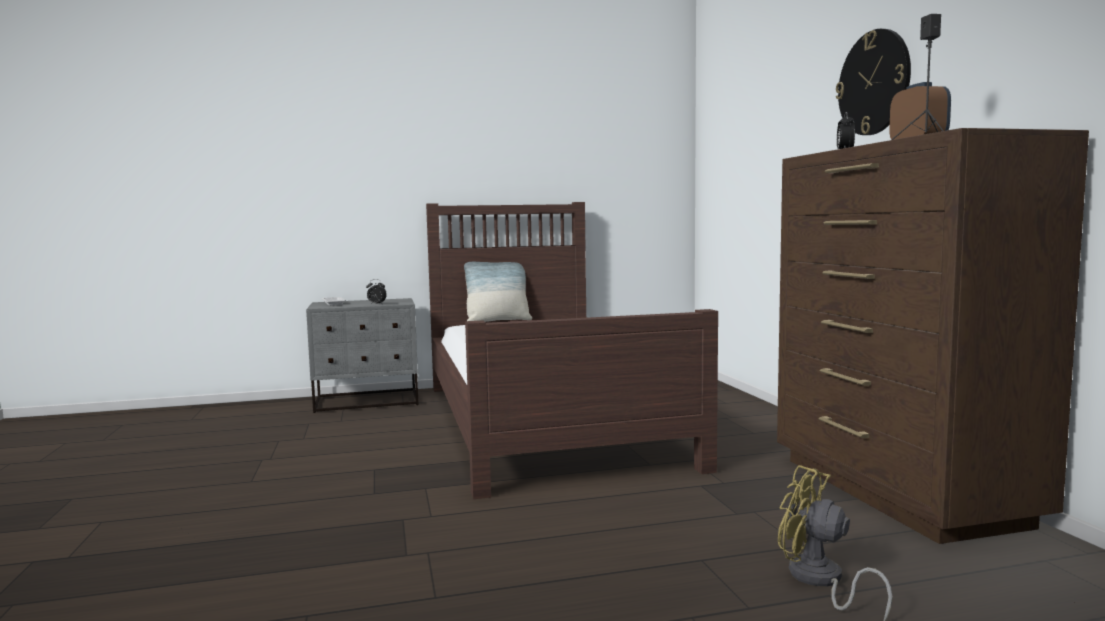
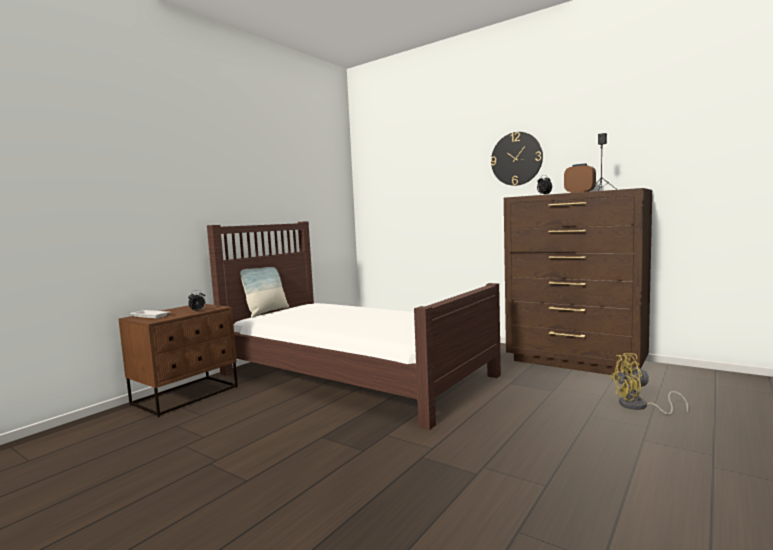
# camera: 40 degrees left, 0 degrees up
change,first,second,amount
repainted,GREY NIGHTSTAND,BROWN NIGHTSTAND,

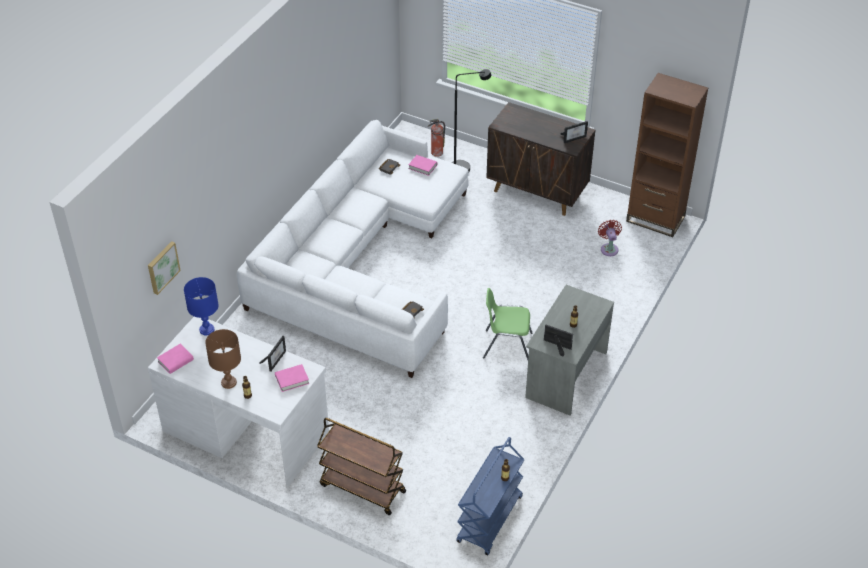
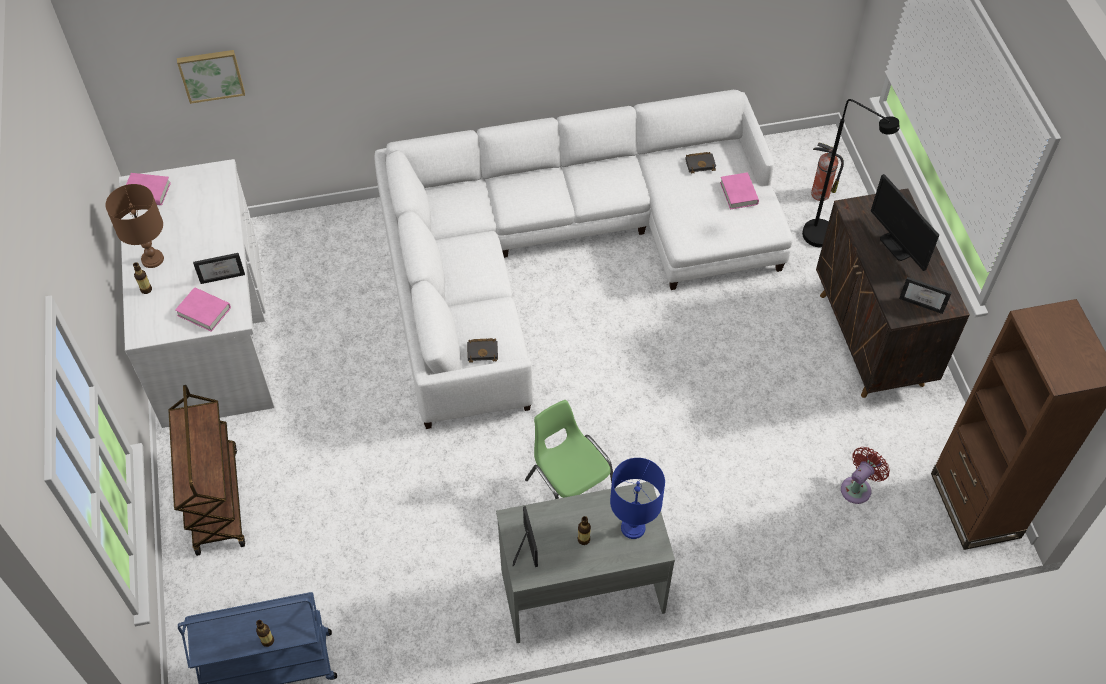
# camera: 50 degrees right, 10 degrees up
change,first,second,amount
shifted,BLUE-COLOURED TABLE LAMP,,
new,,MONITOR,

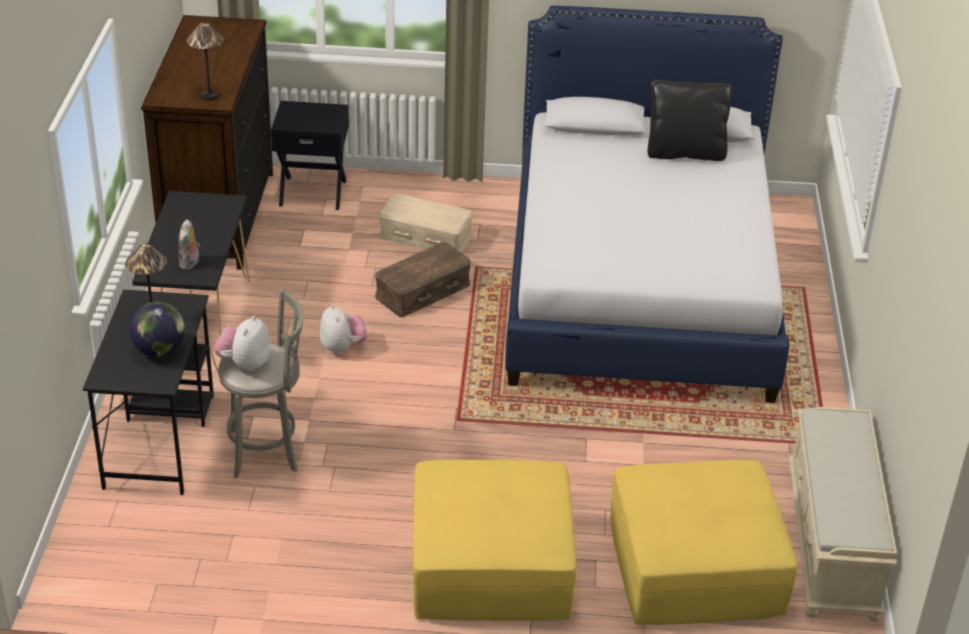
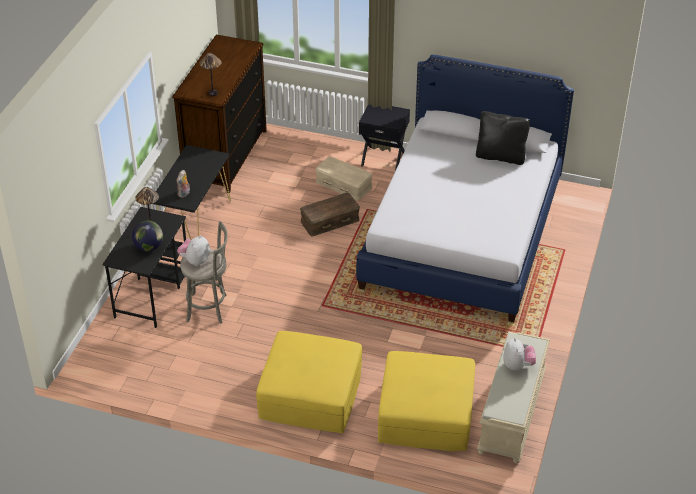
# camera: 15 degrees right, 5 degrees up
change,first,second,amount
shifted,BLACK-COLOURED NIGHTSTAND,,
shifted,CUDDLY TOY (no. 3 from left),,

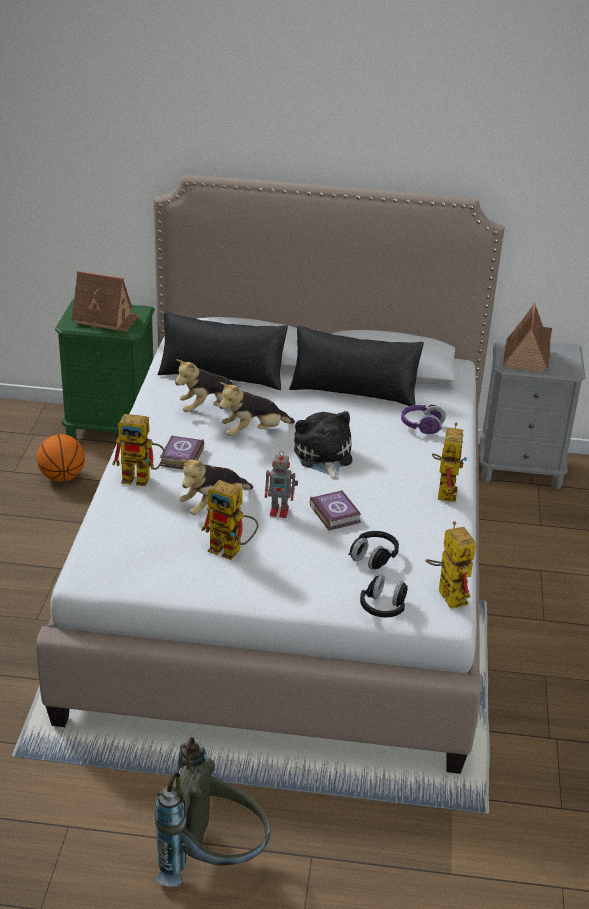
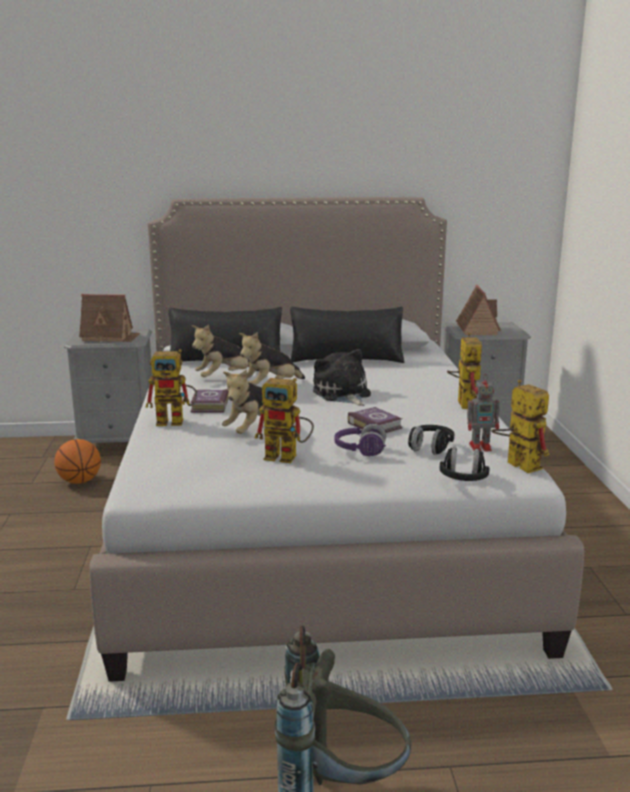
# camera: 10 degrees left, 15 degrees down
change,first,second,amount
repainted,GREEN-COLOURED NIGHTSTAND,GREY NIGHTSTAND (no. 1 from left),
shifted,ROBOT FIGURE (no. 3 from left in the first image),ROBOT FIGURE (no. 4 from left),
shifted,PURPLE HEADSET,,

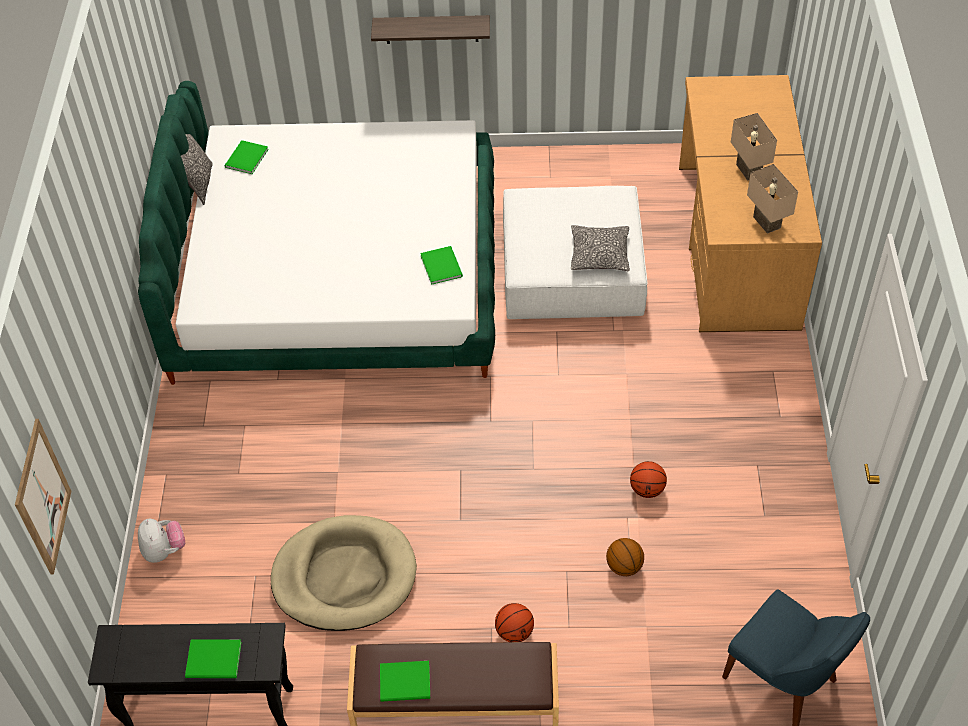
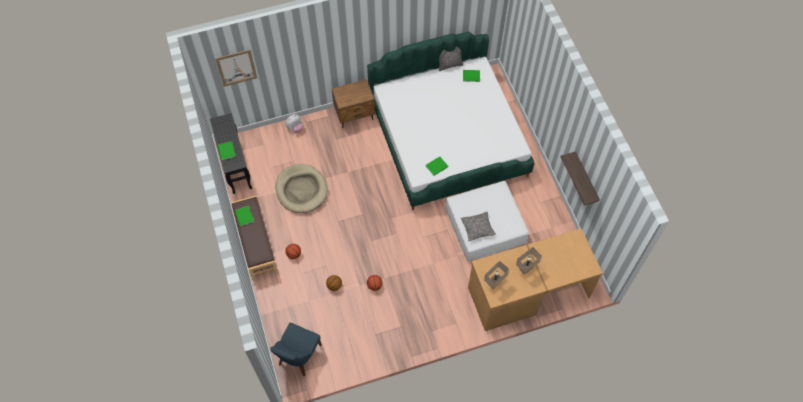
# camera: 70 degrees right, 10 degrees up
change,first,second,amount
shifted,BRACKET SHELF,,
new,,BROWN NIGHTSTAND,

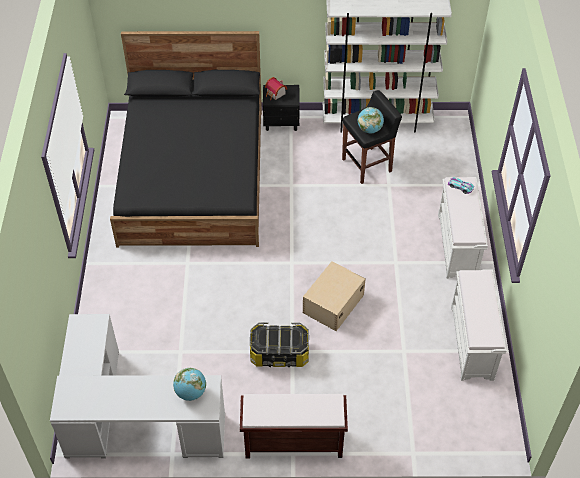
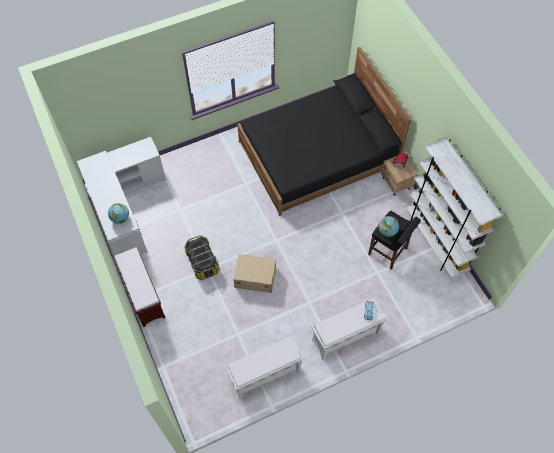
# camera: 65 degrees right, 10 degrees up
change,first,second,amount
repainted,BLACK-COLOURED NIGHTSTAND,BEIGE-COLOURED NIGHTSTAND,

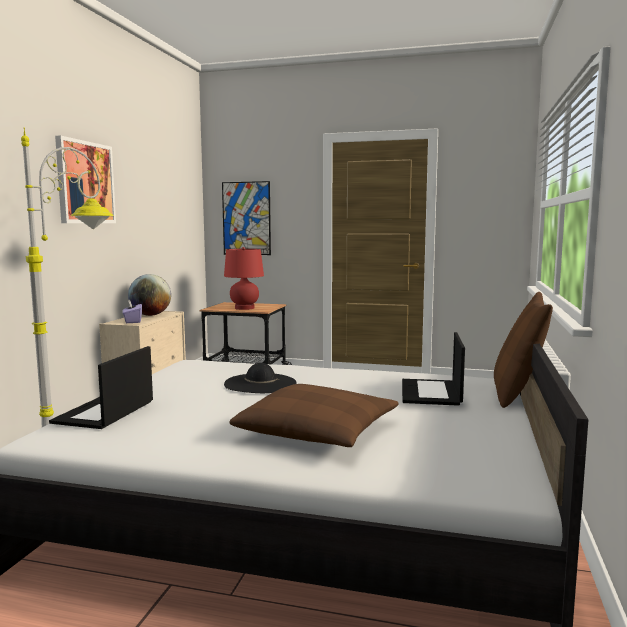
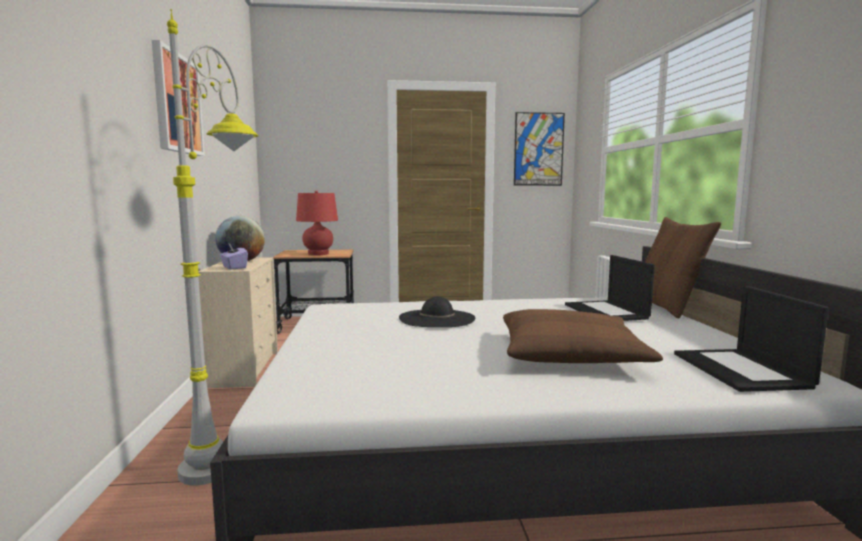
# camera: 20 degrees left, 0 degrees up
change,first,second,amount
shifted,PORTABLE COMPUTER (no. 1 from left in the first image),PORTABLE COMPUTER (no. 2 from left),
shifted,PICTURE (no. 2 from left),,

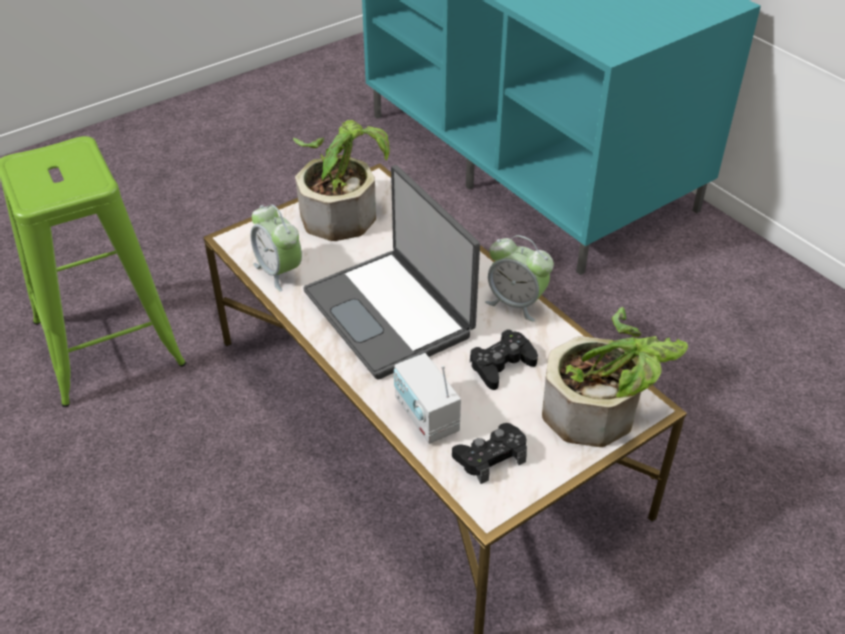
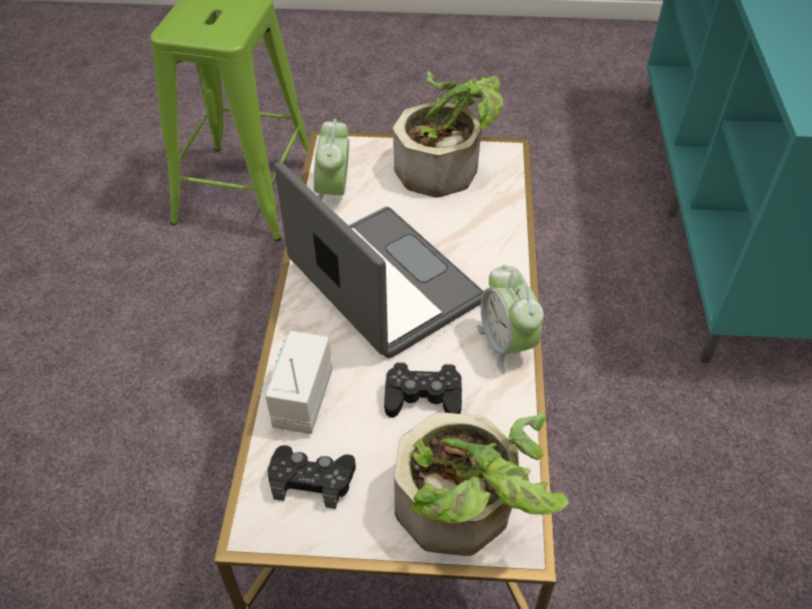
# camera: 40 degrees right, 5 degrees up
change,first,second,amount
rotated,PORTABLE COMPUTER,,135 degrees clockwise

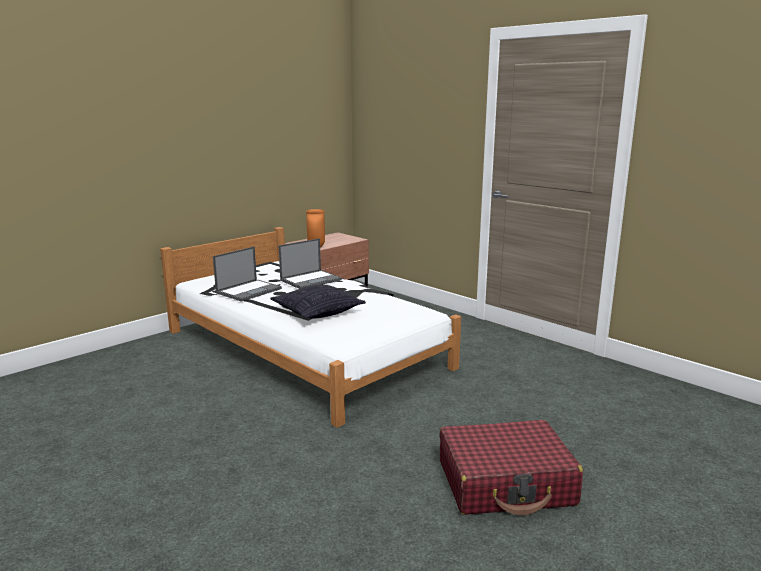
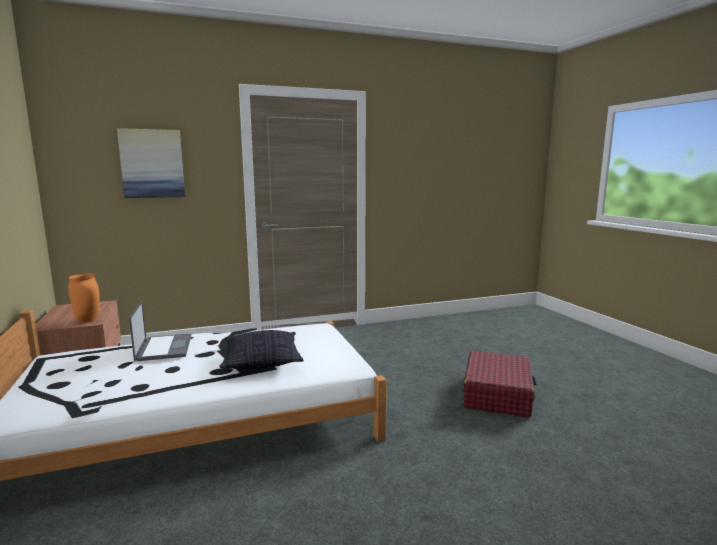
# camera: 65 degrees left, 5 degrees down
change,first,second,amount
gone,PORTABLE COMPUTER (no. 1 from left),,
new,,PICTURE,

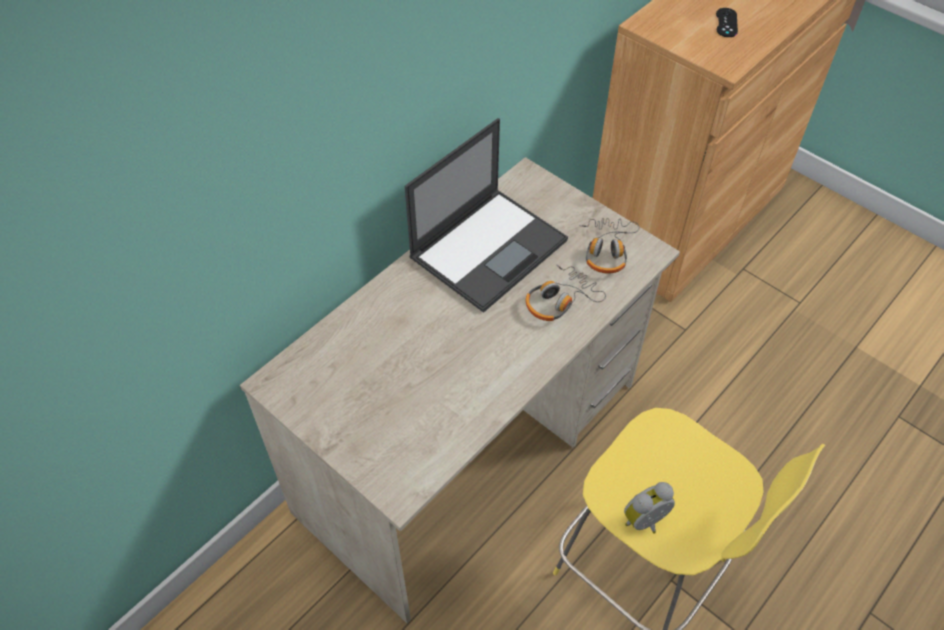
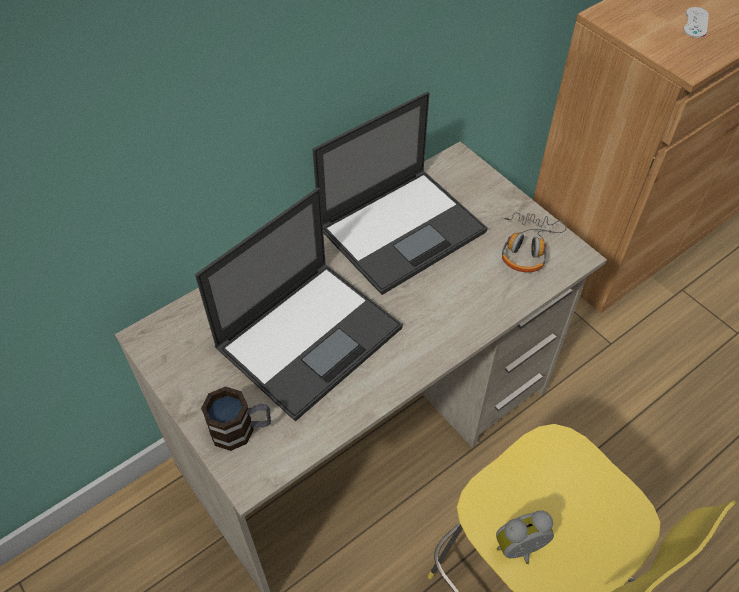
# camera: 10 degrees right, 0 degrees up
change,first,second,amount
gone,HEADSET (no. 1 from left),,
repainted,BLACK-COLOURED GAMEPAD,WHITE GAMEPAD,
new,,PORTABLE COMPUTER (no. 1 from left),
new,,COFFEE MUG,

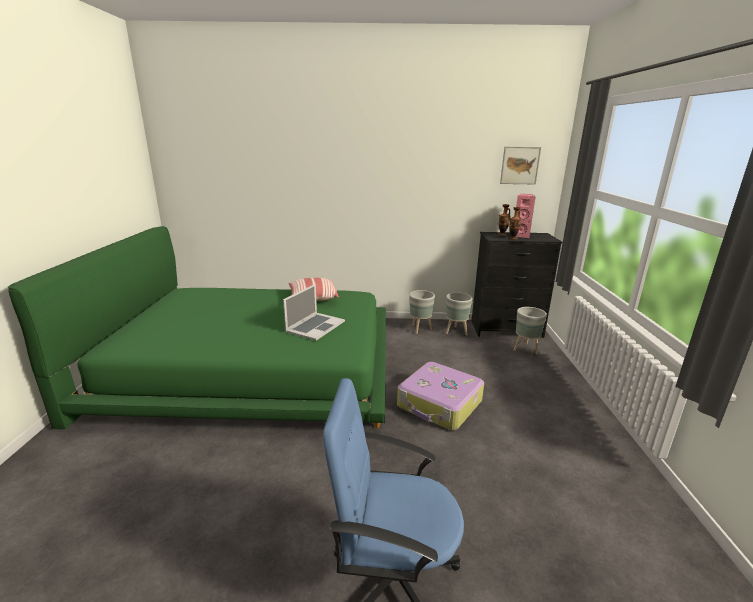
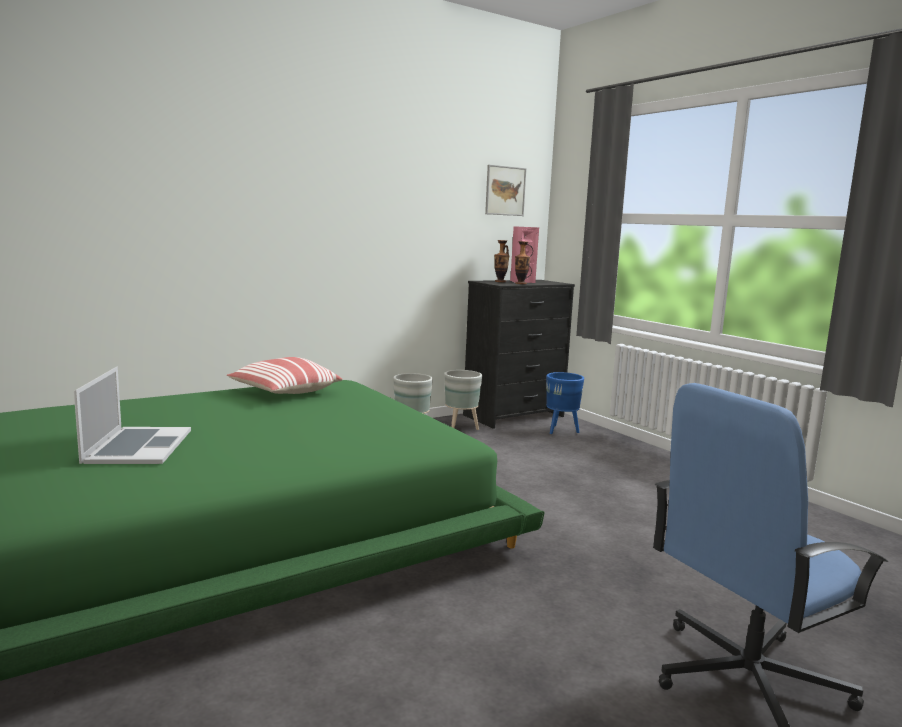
# camera: 35 degrees left, 10 degrees down
change,first,second,amount
shifted,PORTABLE COMPUTER,,
gone,SUITCASE,,
repainted,GREY PLANTER (no. 3 from left),BLUE-COLOURED PLANTER,

